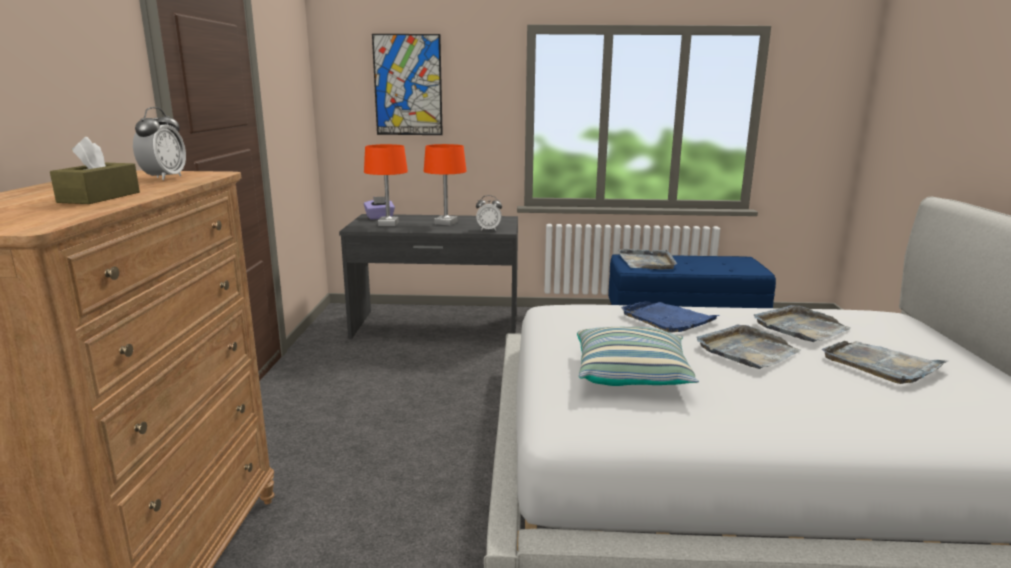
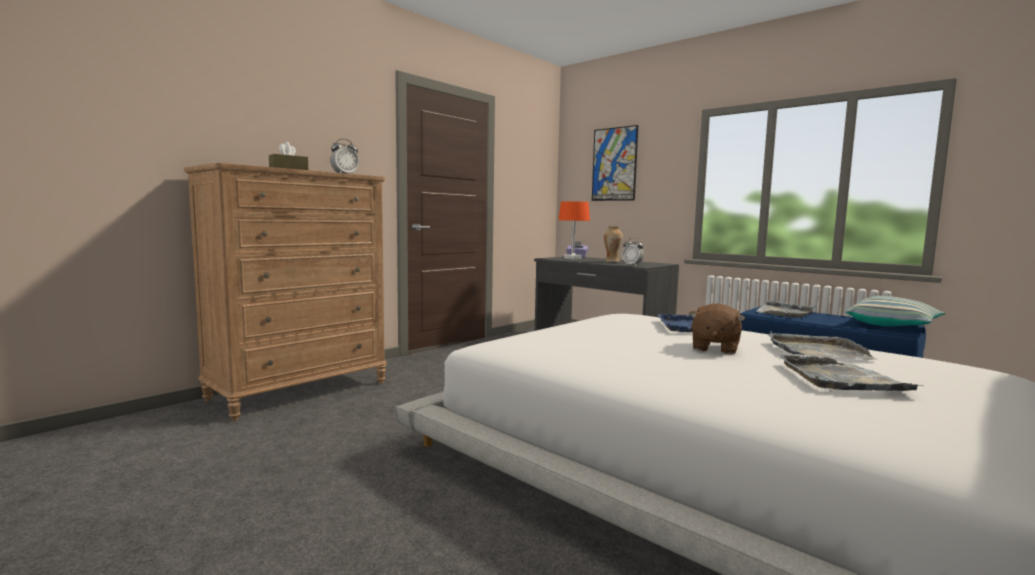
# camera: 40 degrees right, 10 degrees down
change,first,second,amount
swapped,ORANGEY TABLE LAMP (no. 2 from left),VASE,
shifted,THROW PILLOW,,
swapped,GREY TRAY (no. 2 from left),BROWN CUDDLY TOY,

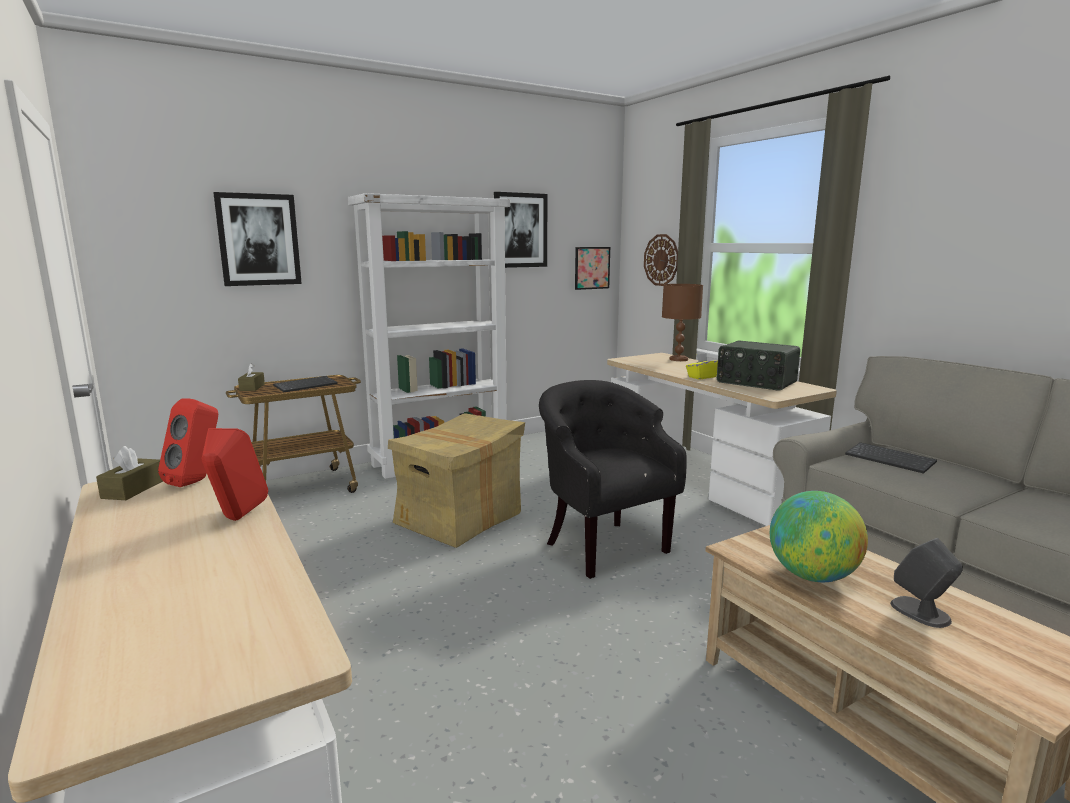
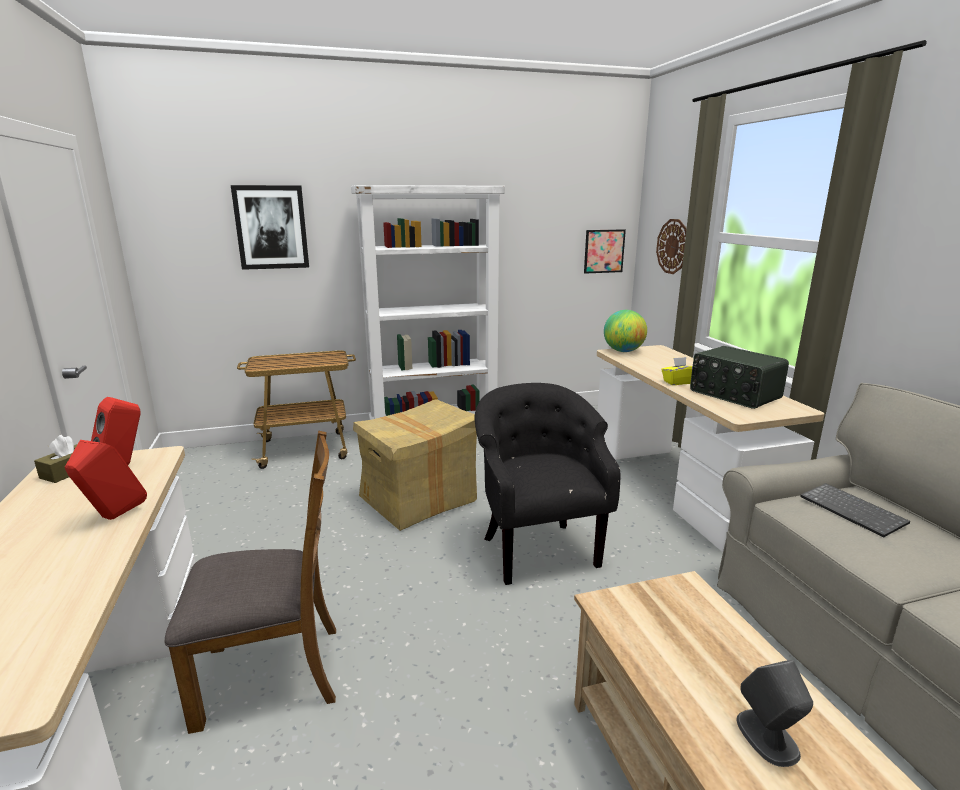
# camera: 15 degrees right, 5 degrees up
change,first,second,amount
gone,BROWN TISSUE BOX (no. 2 from left),,
gone,COMPUTER KEYBOARD (no. 1 from left),,
gone,PICTURE (no. 2 from left),,
gone,BROWN TABLE LAMP,,
shifted,DESK GLOBE,,
new,,BROWN PLAIN CHAIR,

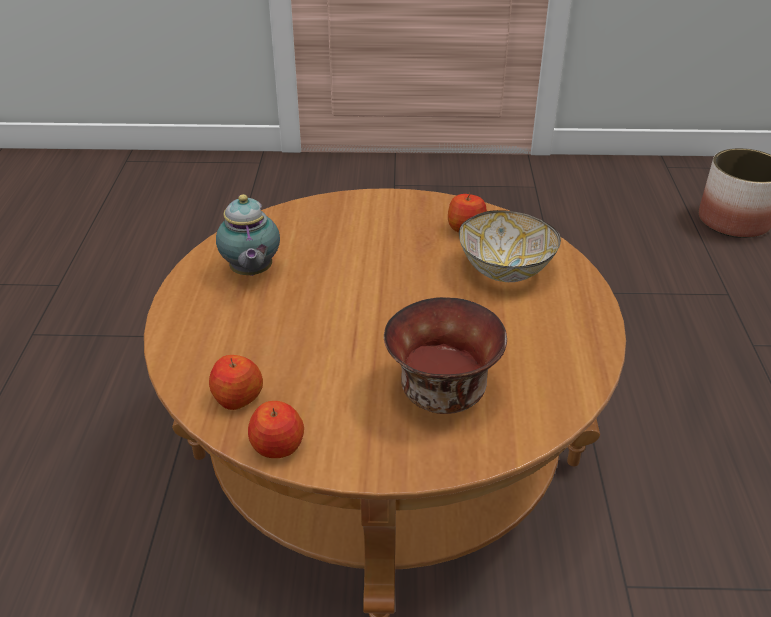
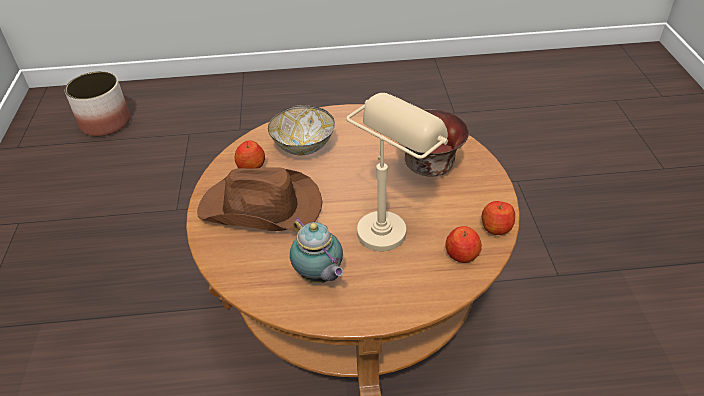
# camera: 95 degrees left, 5 degrees up
change,first,second,amount
rotated,POT FOR TEA,,75 degrees clockwise
new,,BROWN WEARABLE HAT,
new,,BEIGE-COLOURED TABLE LAMP,

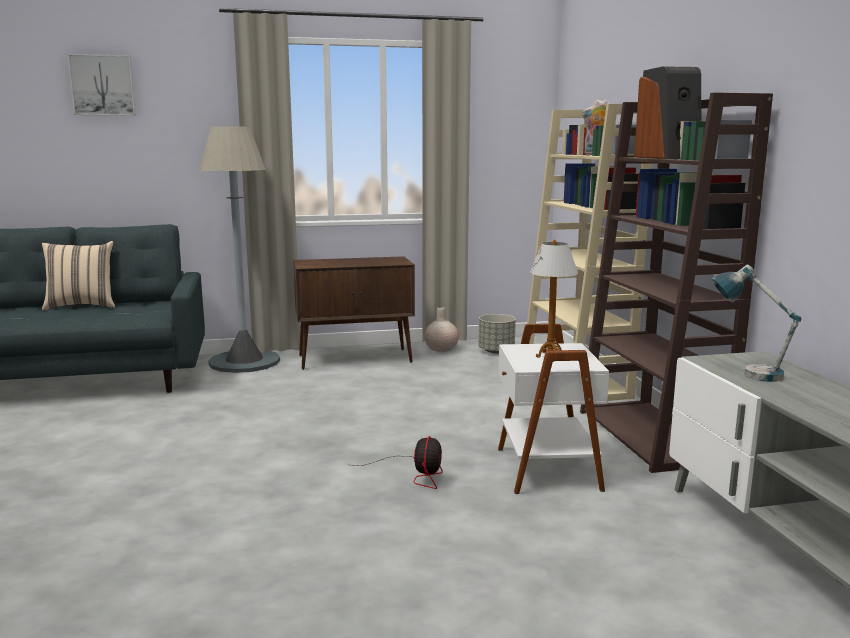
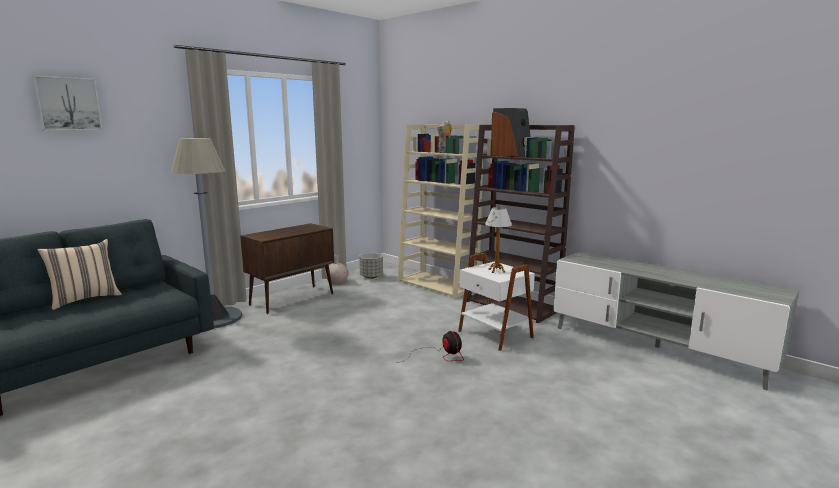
# camera: 35 degrees left, 0 degrees up
change,first,second,amount
gone,TABLE LAMP (no. 2 from left),,

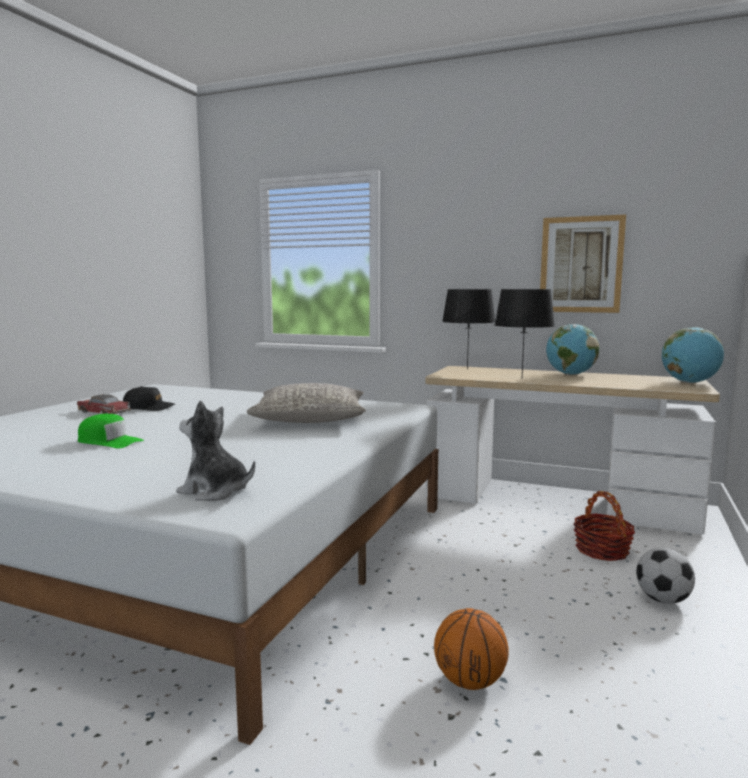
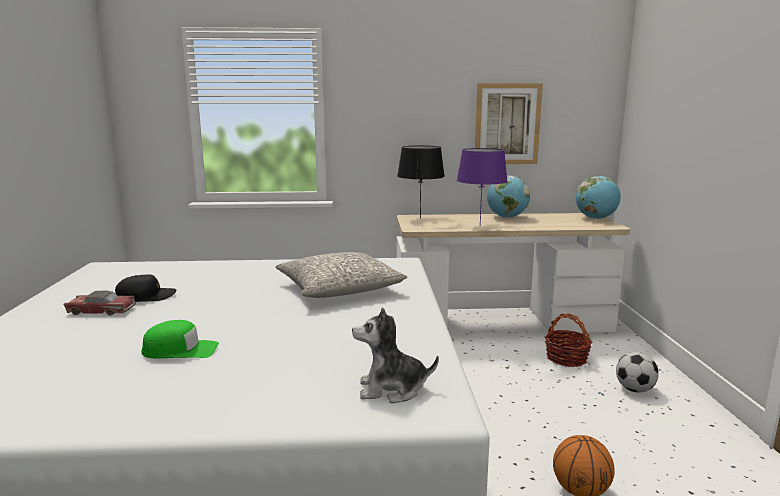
# camera: 25 degrees left, 5 degrees up
change,first,second,amount
repainted,BLACK-COLOURED TABLE LAMP (no. 2 from left),PURPLE TABLE LAMP,

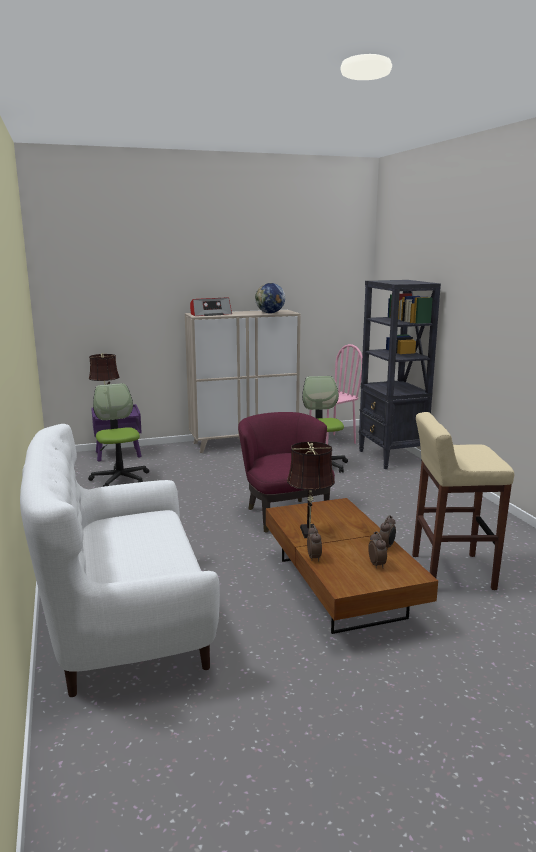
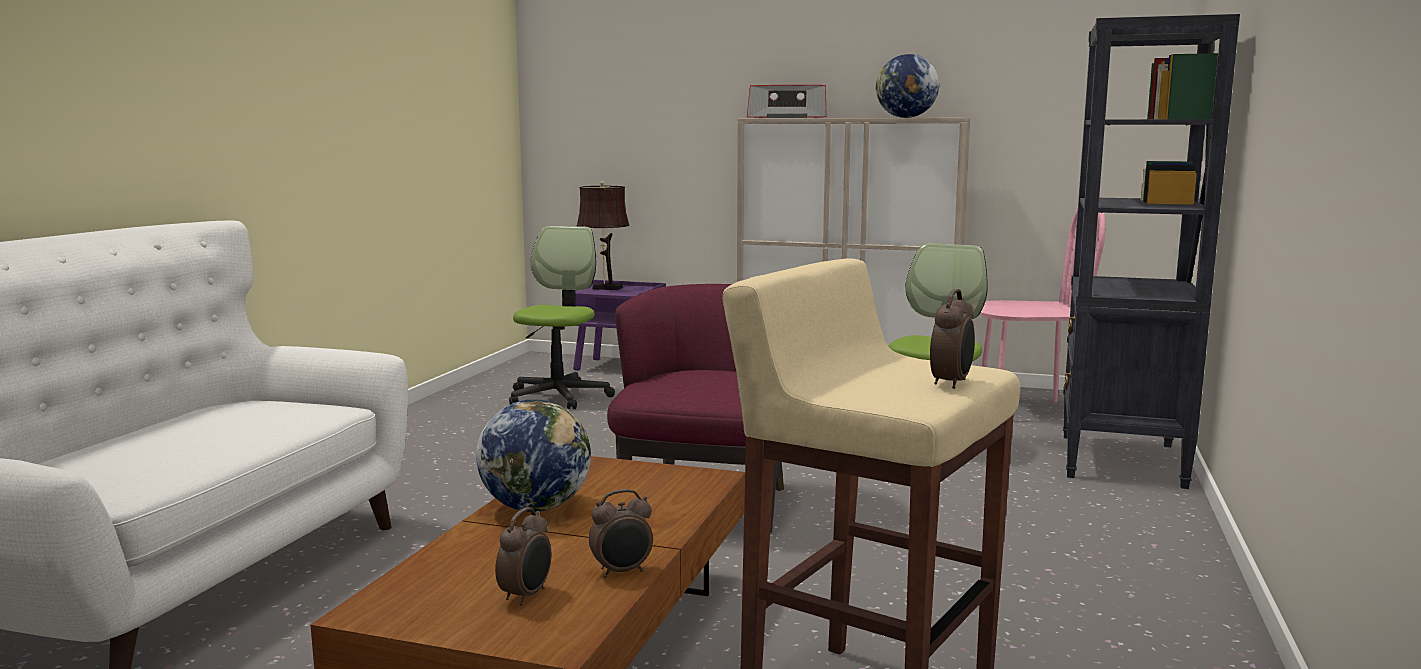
# camera: 35 degrees right, 5 degrees down
change,first,second,amount
swapped,BROWN TABLE LAMP (no. 2 from left),DESK GLOBE (no. 1 from left),
shifted,ALARM CLOCK (no. 1 from left in the first image),ALARM CLOCK (no. 3 from left),

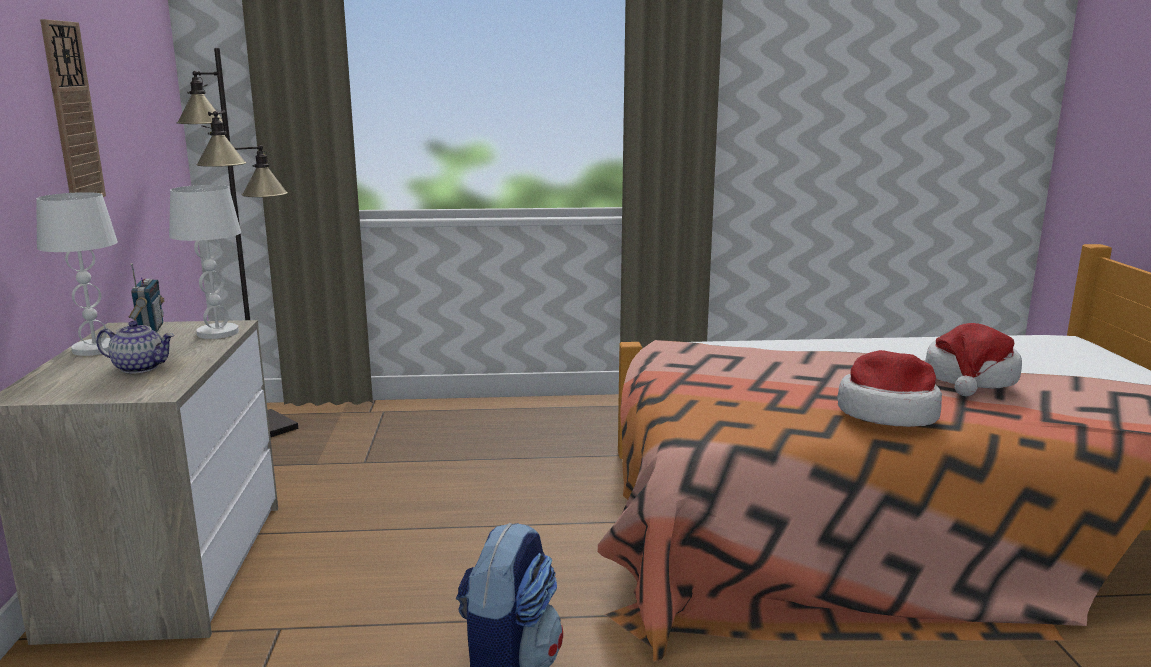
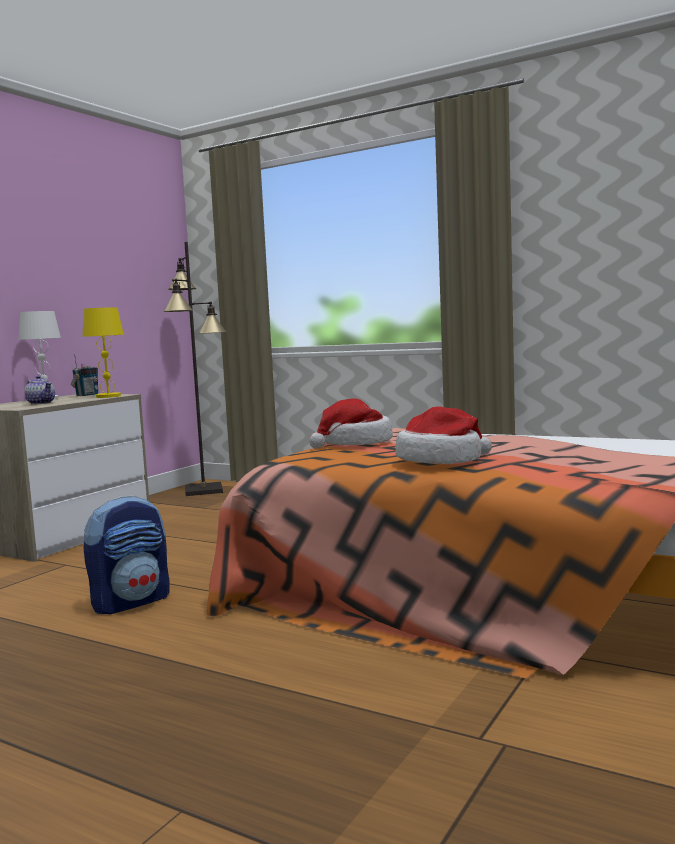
# camera: 35 degrees right, 10 degrees down
change,first,second,amount
gone,HANGING CLOCK,,
repainted,WHITE TABLE LAMP (no. 2 from left),YELLOWISH TABLE LAMP,
shifted,WEARABLE HAT (no. 2 from left in the first image),WEARABLE HAT (no. 1 from left),

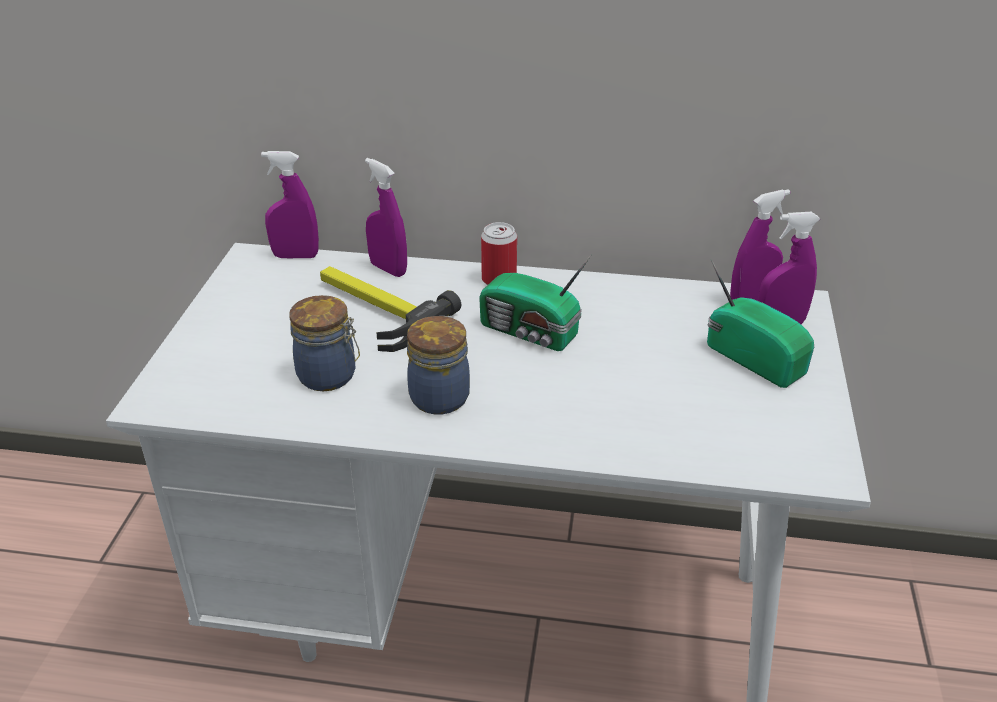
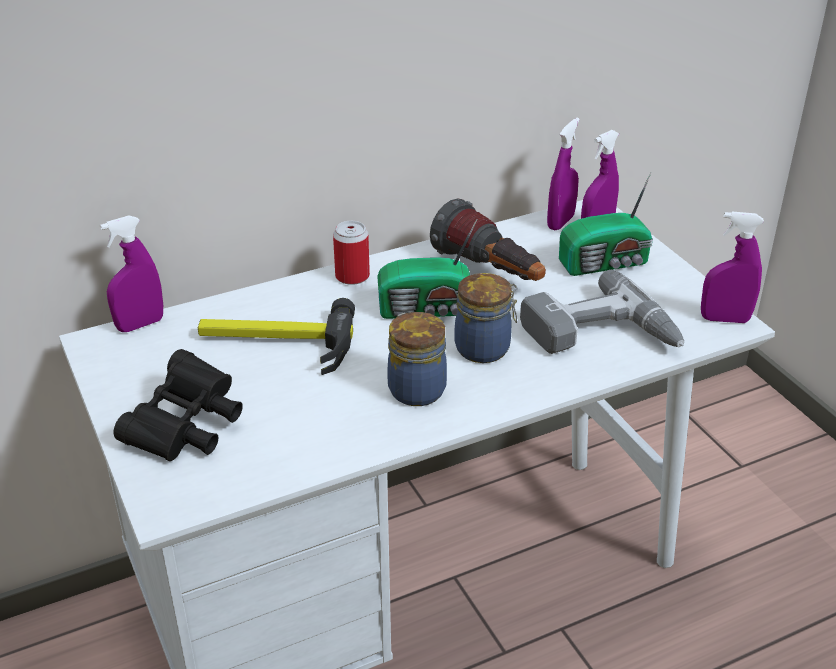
# camera: 35 degrees left, 0 degrees up
change,first,second,amount
shifted,STORAGE JAR (no. 1 from left in the first image),STORAGE JAR (no. 2 from left),
shifted,PURPLE SPRAYER (no. 2 from left in the first image),PURPLE SPRAYER (no. 4 from left),
rotated,RADIO RECEIVER (no. 2 from left),,150 degrees clockwise
new,,BLACK-COLOURED FIELD GLASSES,
new,,TORCH,
new,,POWER DRILL,

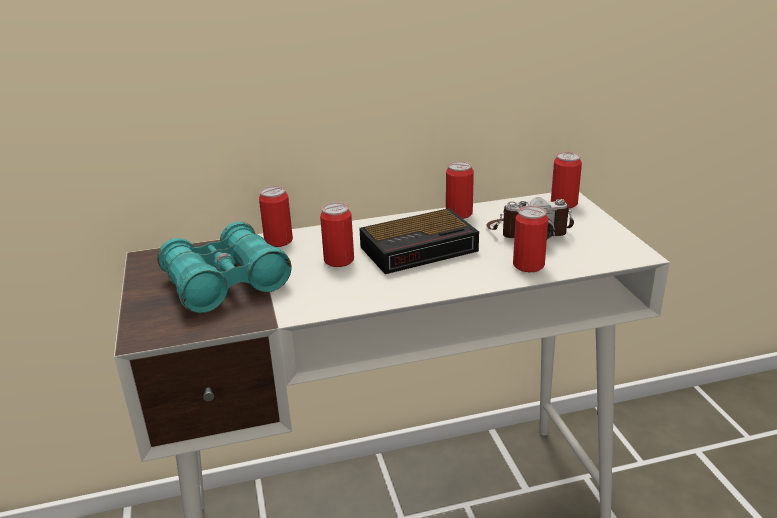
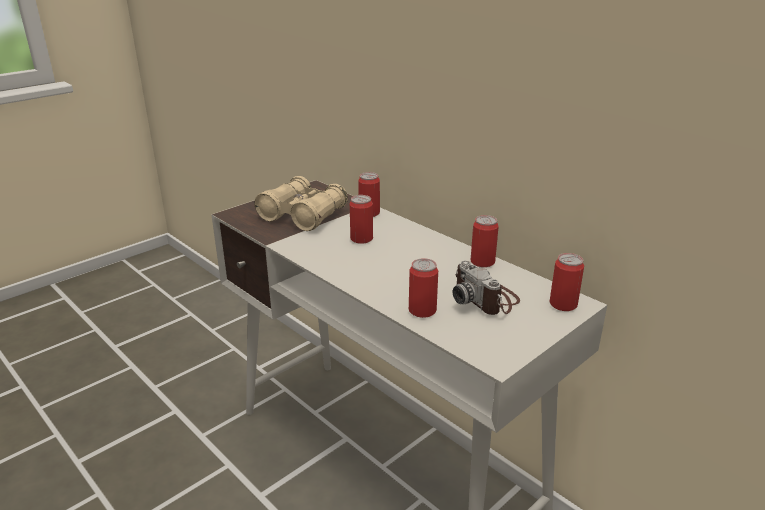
# camera: 60 degrees right, 0 degrees up
change,first,second,amount
repainted,TURQUOISE FIELD GLASSES,BEIGE-COLOURED FIELD GLASSES,
gone,ALARM CLOCK,,

